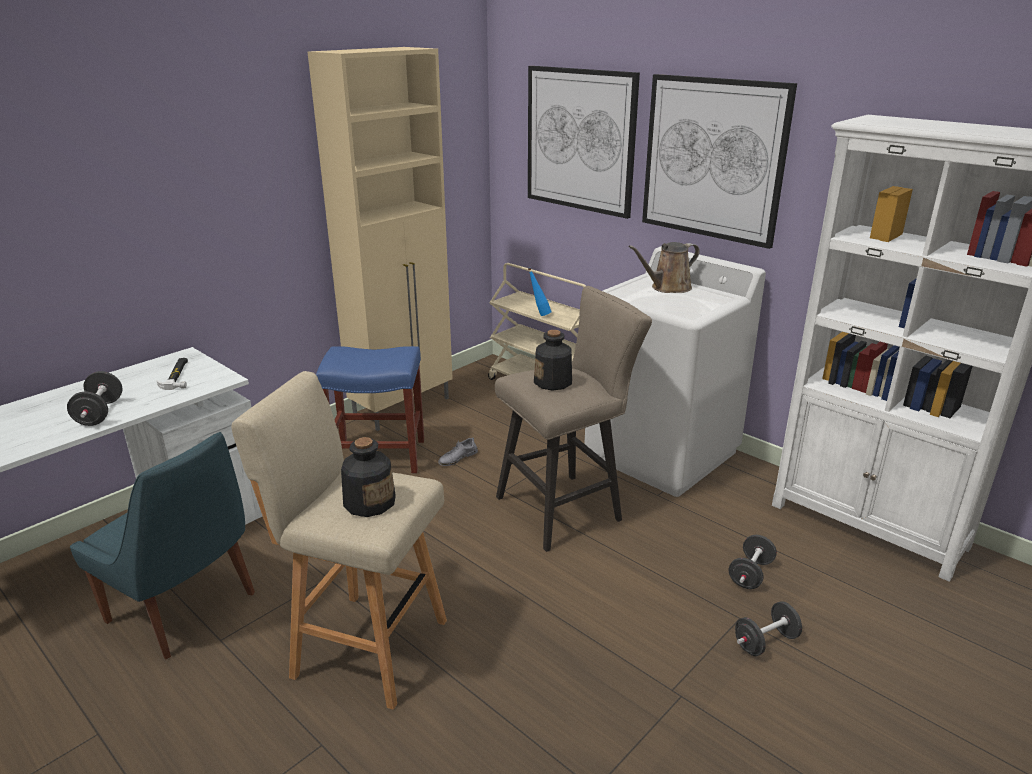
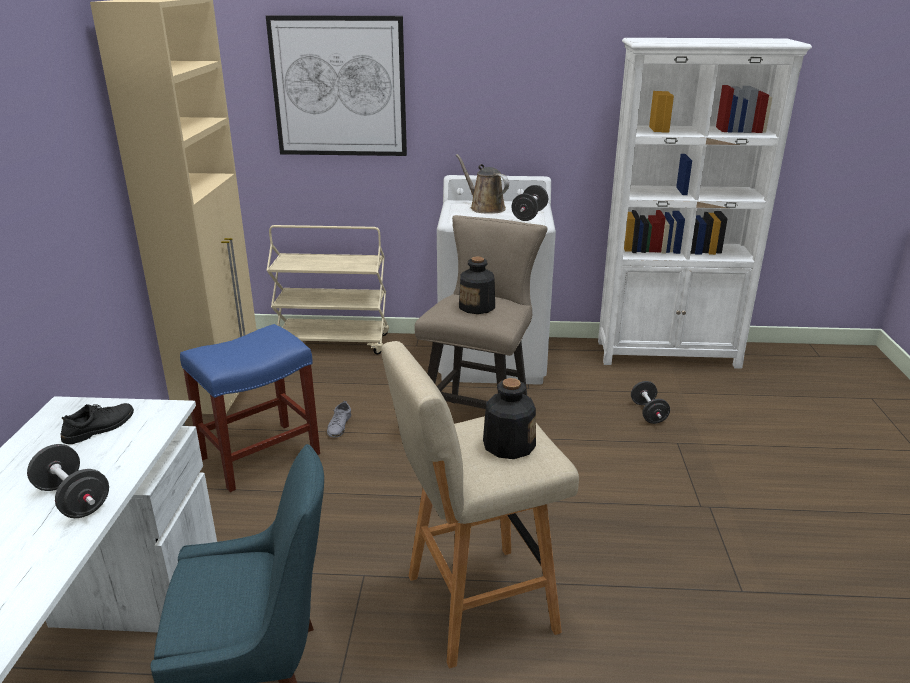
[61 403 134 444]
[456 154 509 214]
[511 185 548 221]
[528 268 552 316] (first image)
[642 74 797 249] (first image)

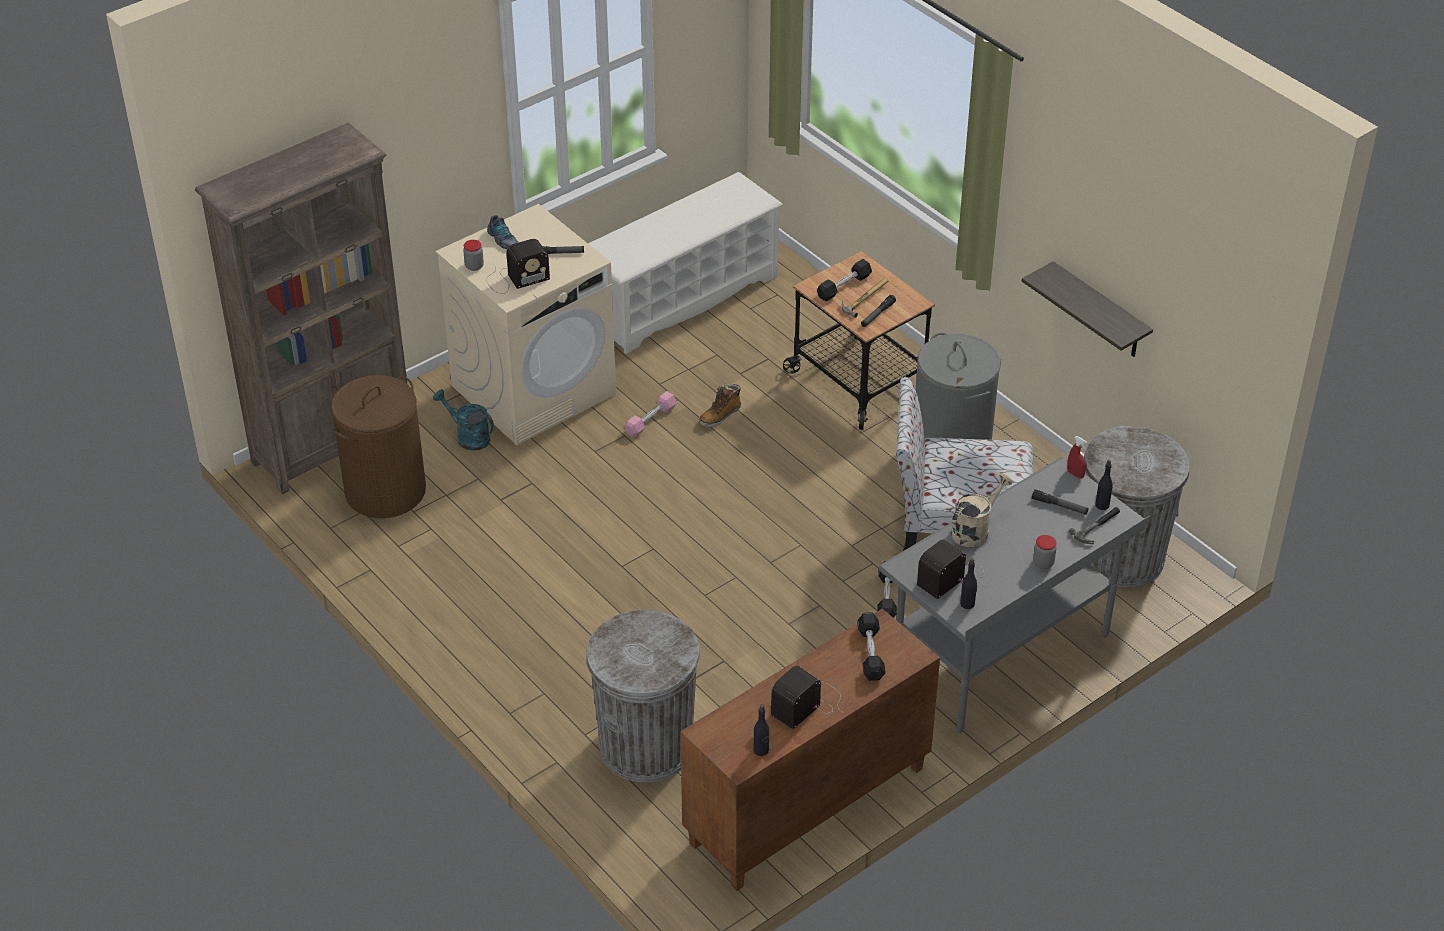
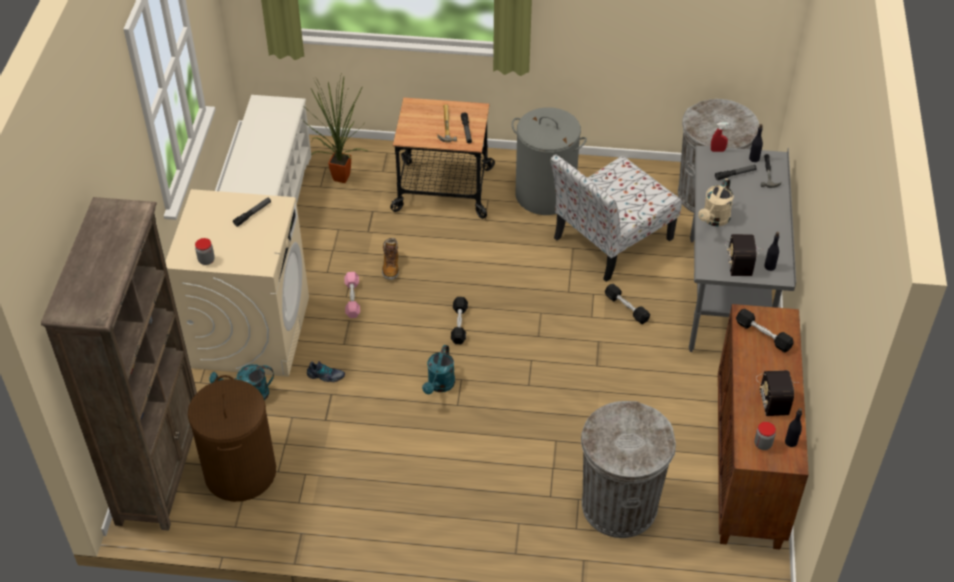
[303 76 368 183]
[307 361 345 382]
[422 345 455 394]
[451 297 468 344]
[698 178 734 226]
[754 422 776 450]
[486 239 550 294] (first image)
[1022 261 1153 357] (first image)

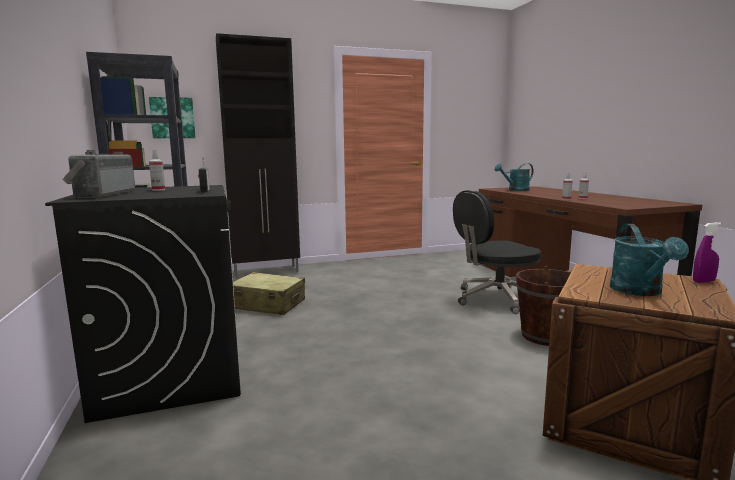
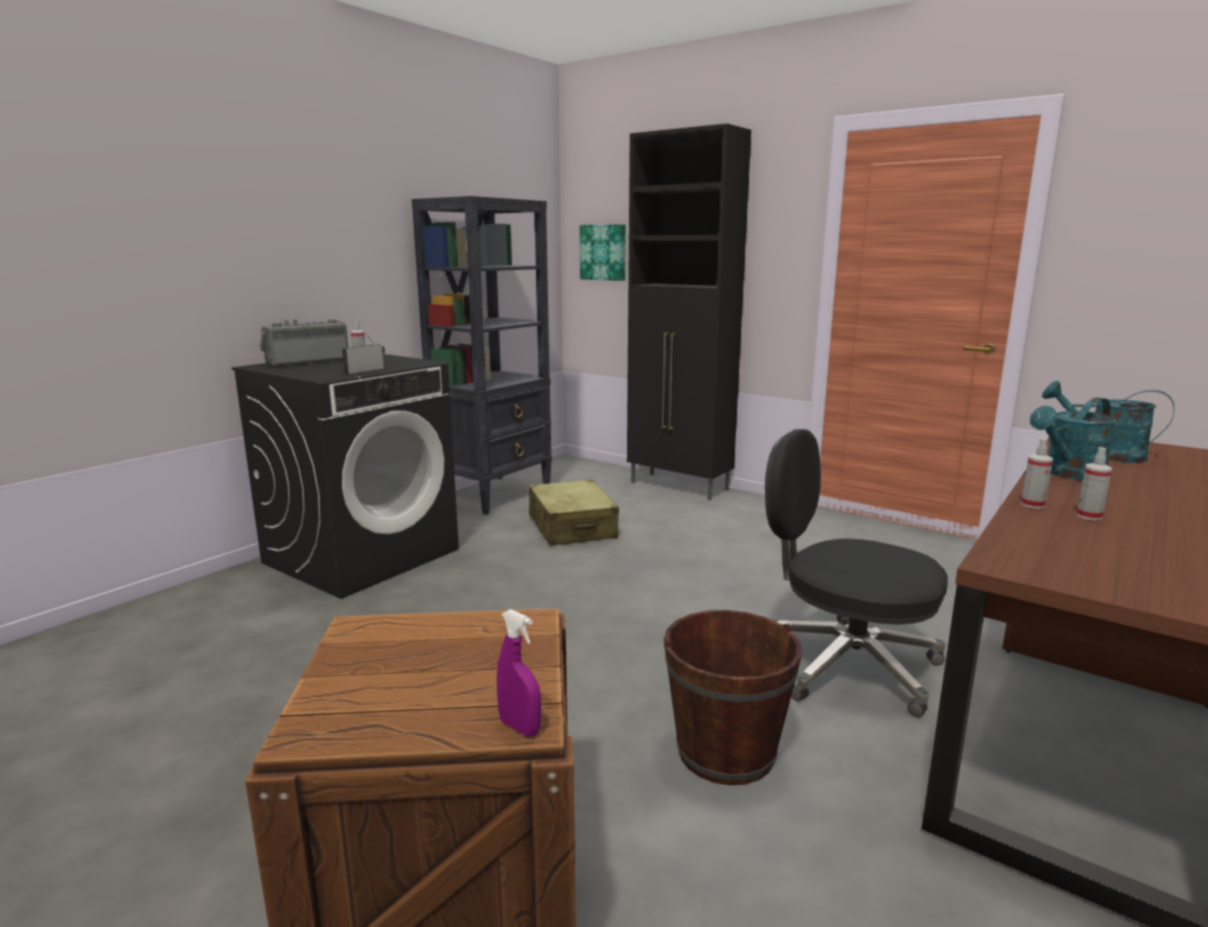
[1030 397 1116 480]

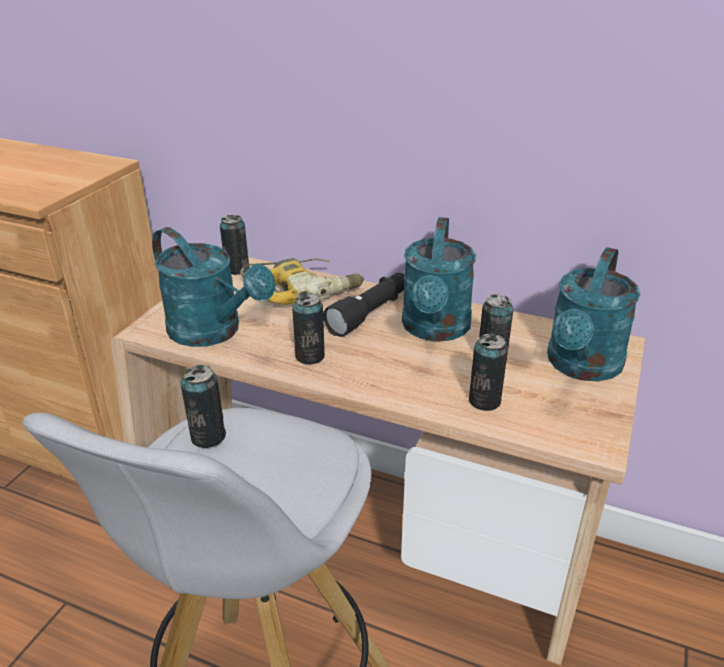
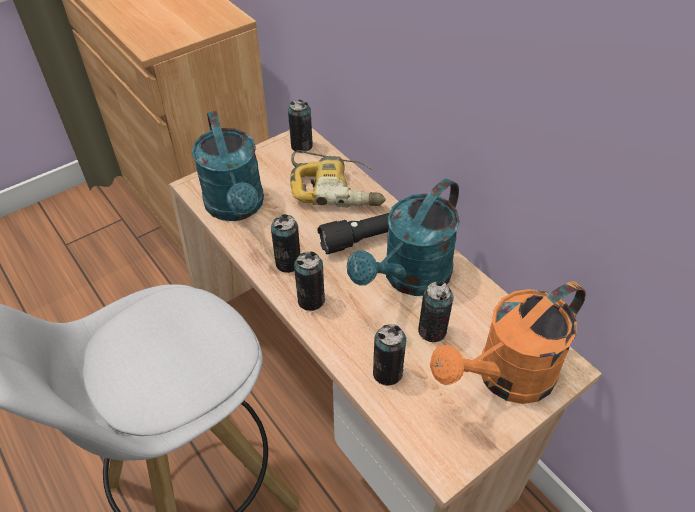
[294 251 325 311]
[430 282 586 404]

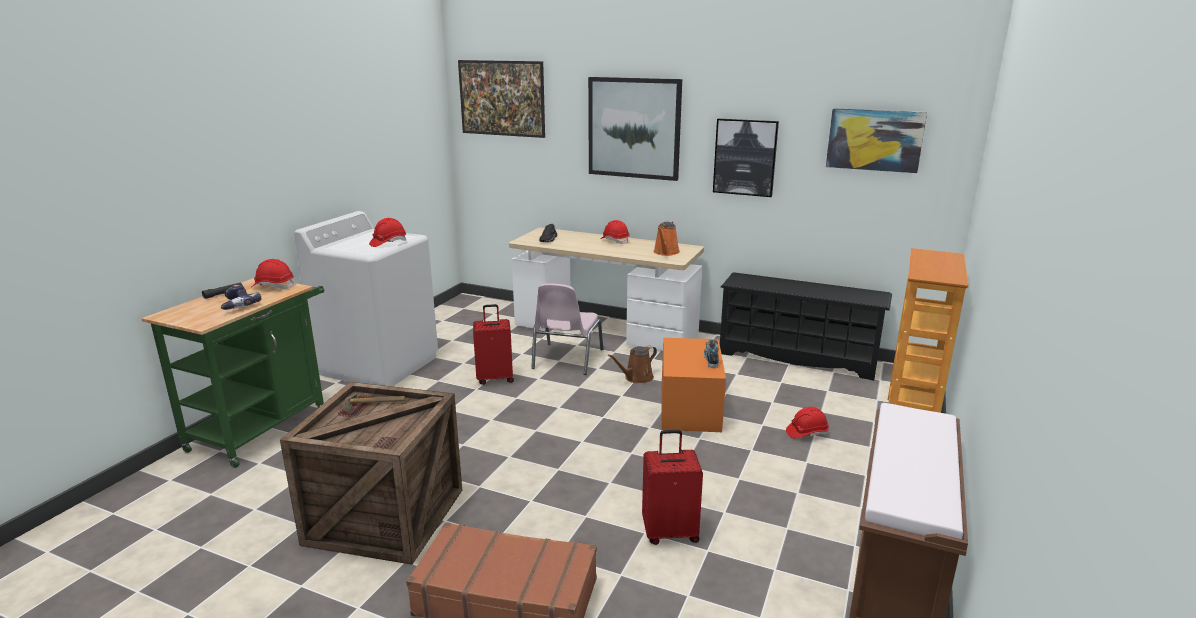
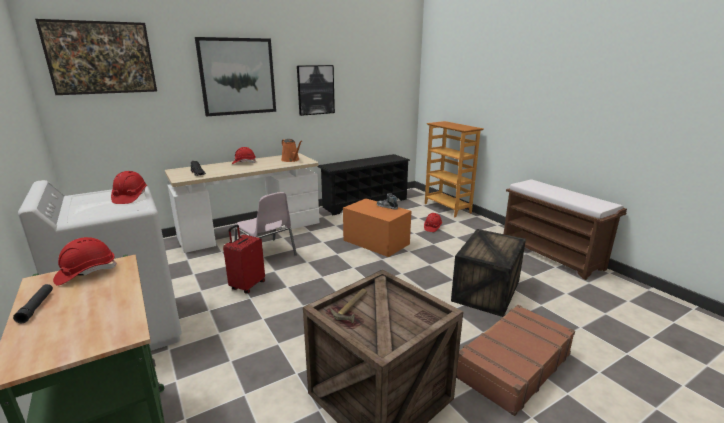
[451 229 526 317]
[221 284 261 310] (first image)
[608 346 657 383] (first image)
[826 108 927 173] (first image)

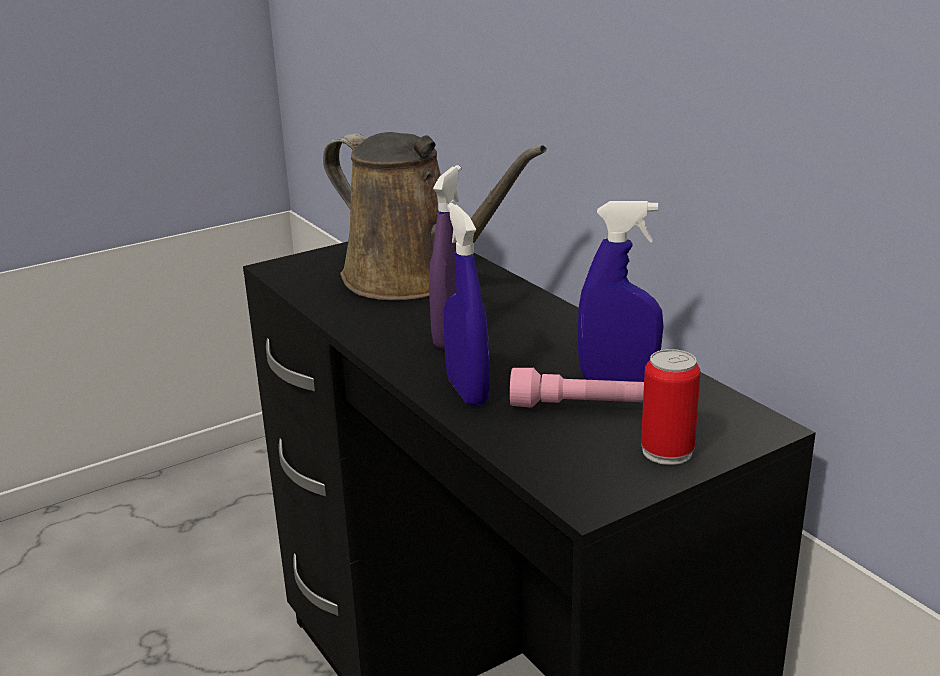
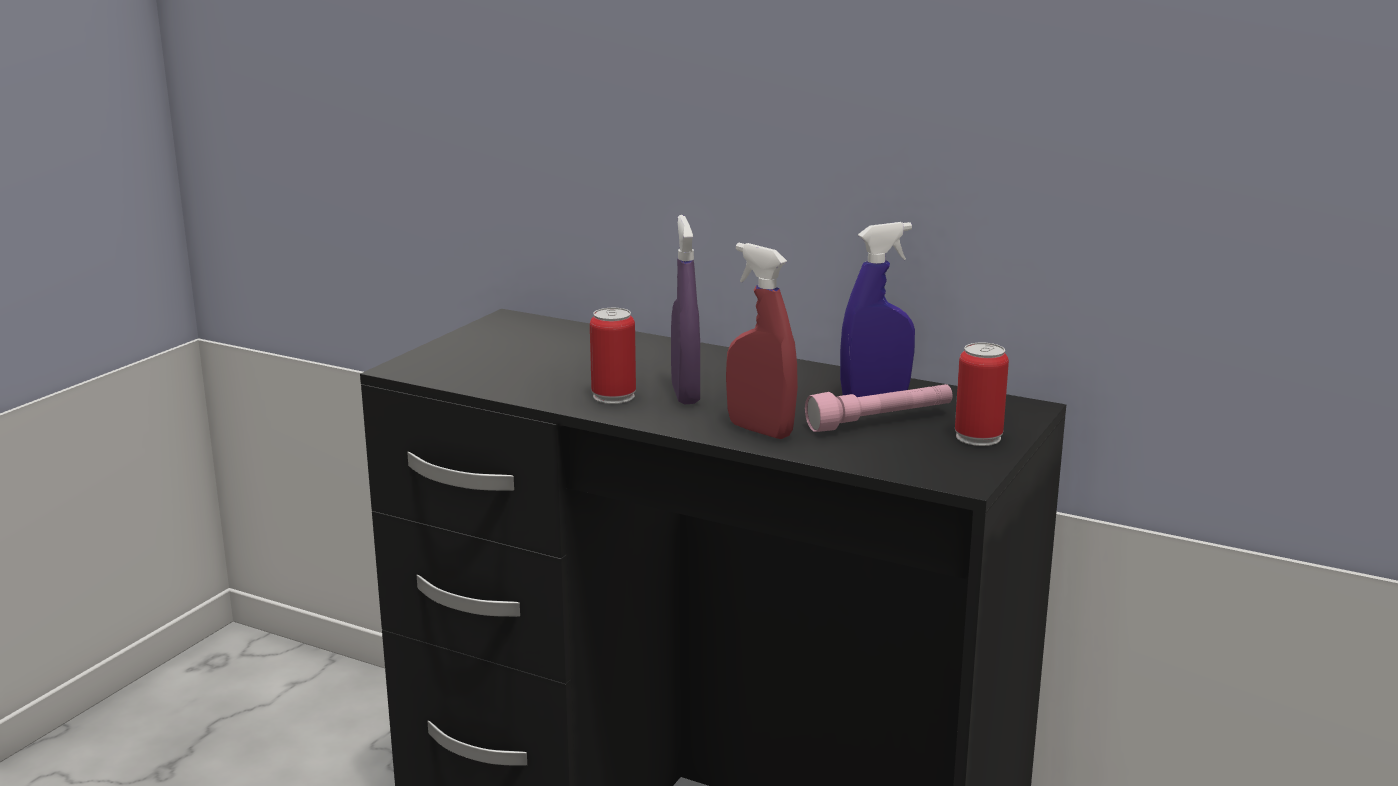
[590 308 636 404]
[726 243 798 439]
[323 132 547 300] (first image)

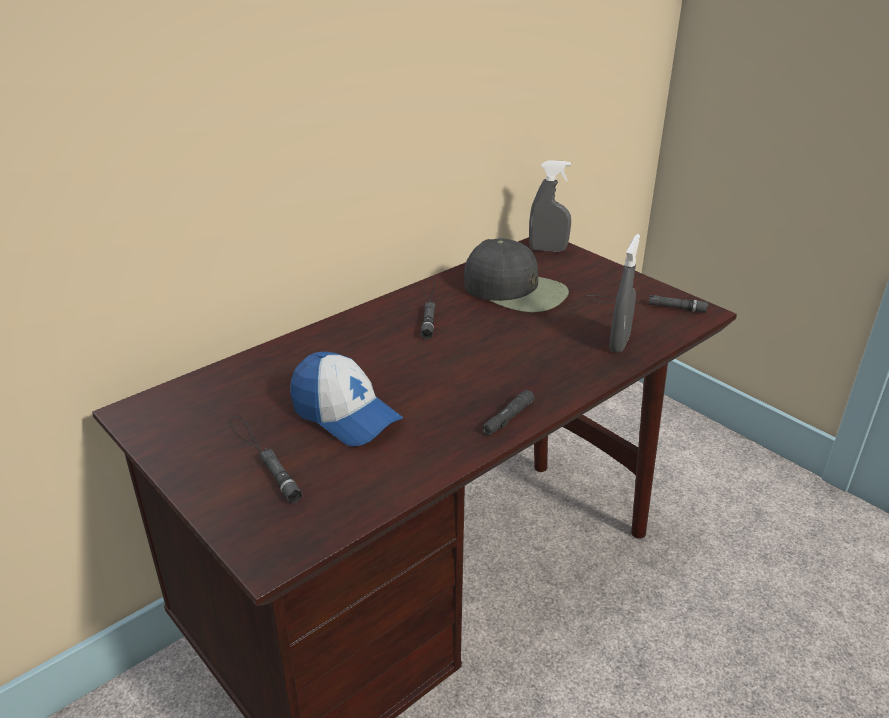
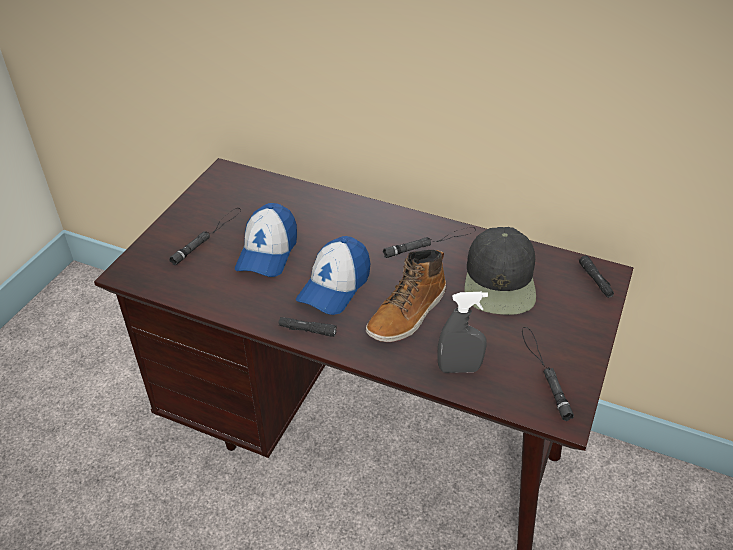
[296 236 370 315]
[366 250 446 342]
[579 255 614 298]

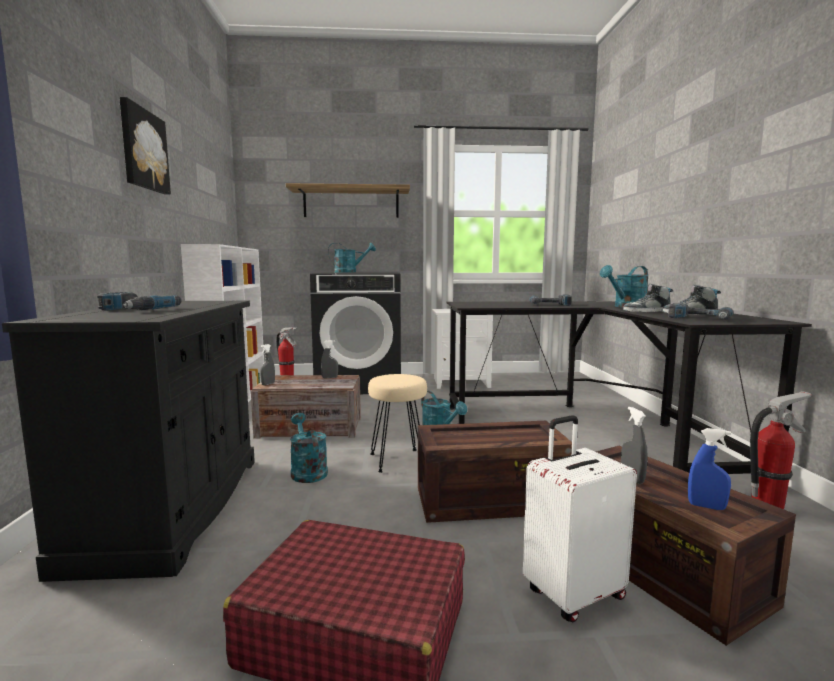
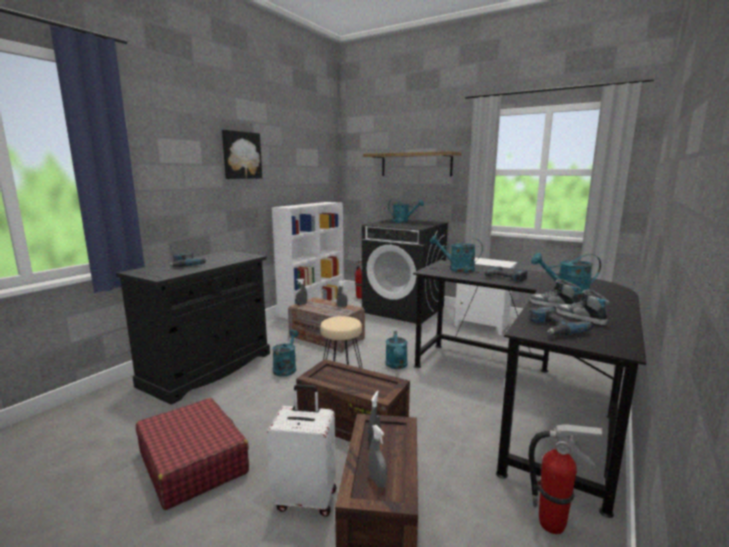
[369 425 387 488]
[430 235 483 273]

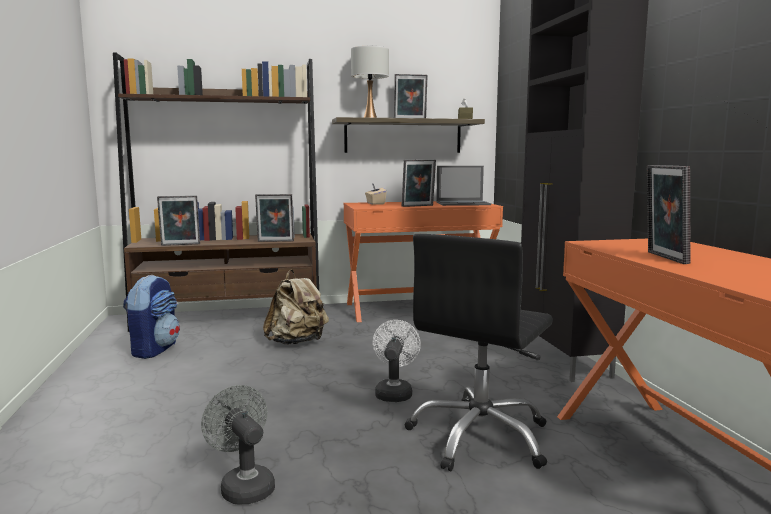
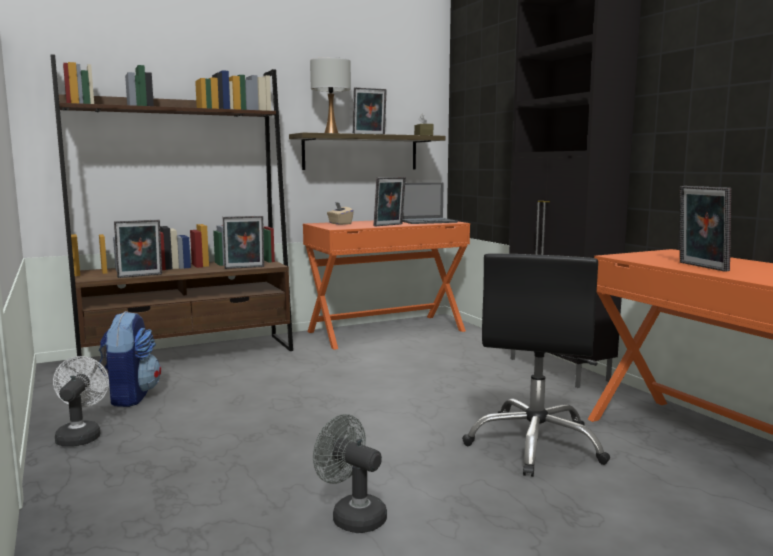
[53 356 109 446]
[263 270 329 345] (first image)

